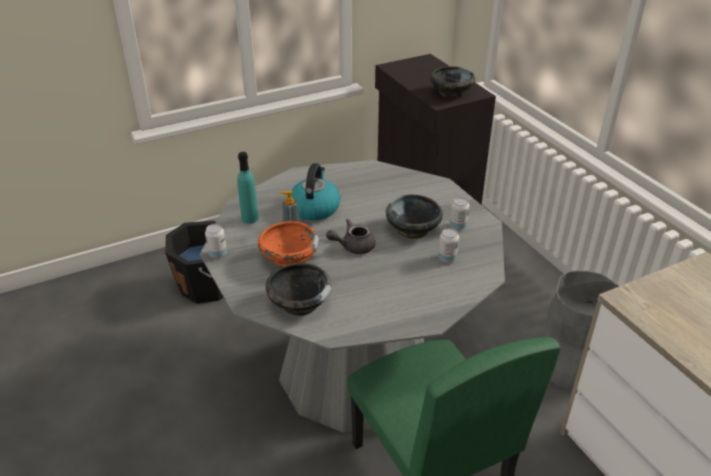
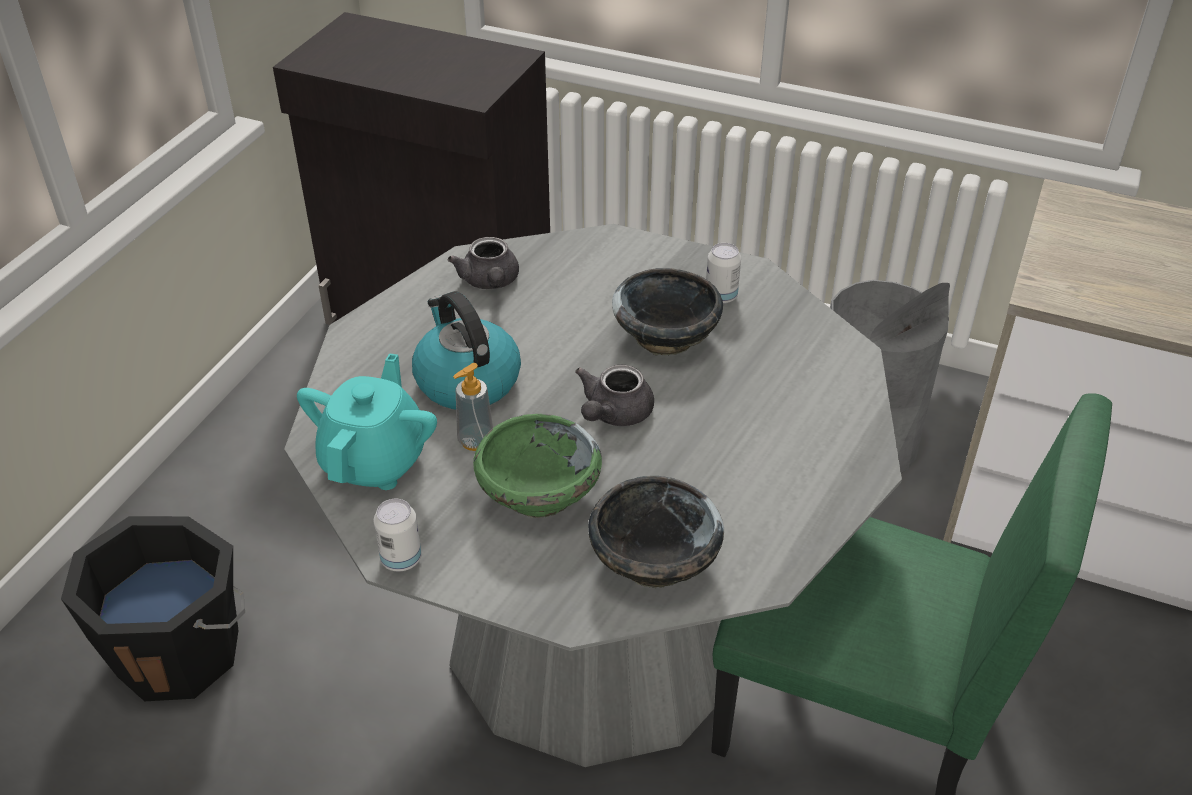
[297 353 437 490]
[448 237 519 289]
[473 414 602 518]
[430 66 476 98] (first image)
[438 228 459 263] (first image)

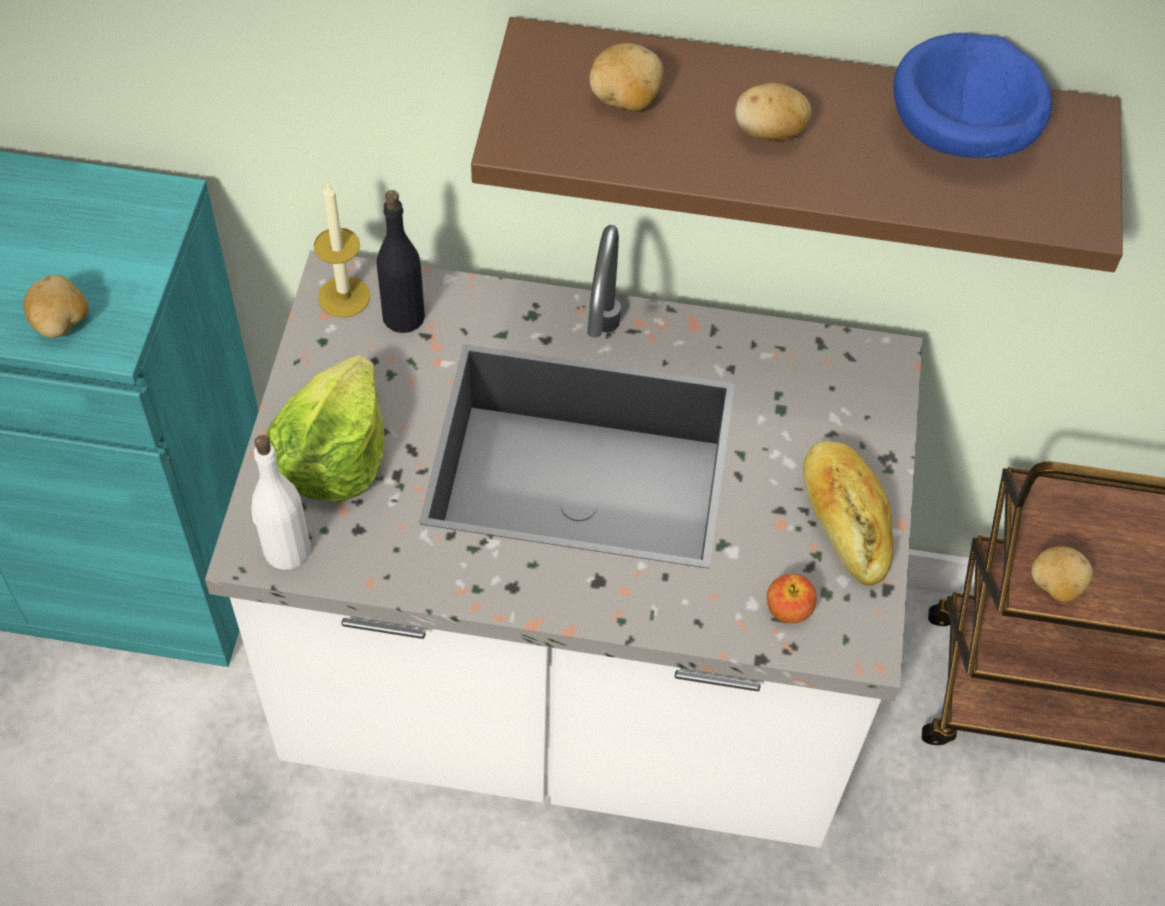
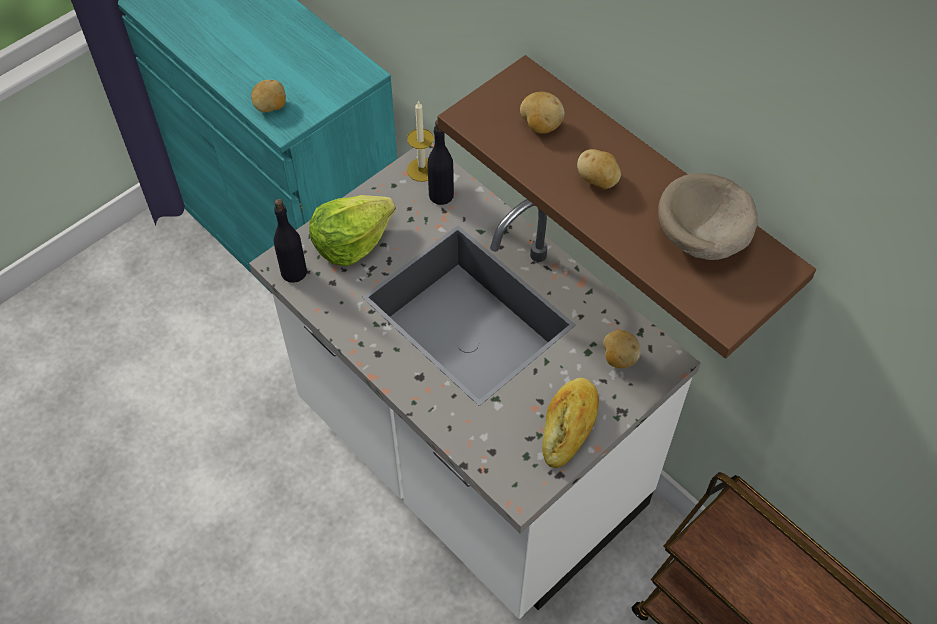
[274 199 307 283]
[603 330 640 368]
[658 173 758 260]
[767 574 817 623] (first image)

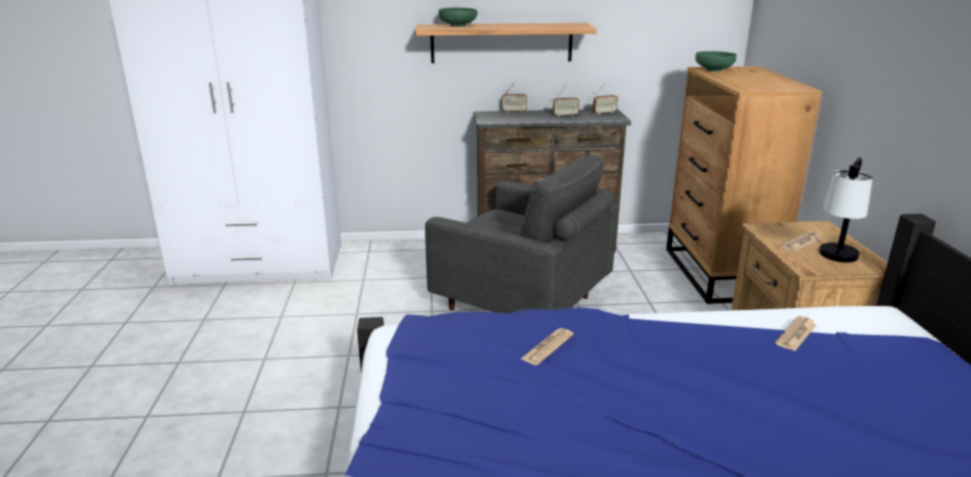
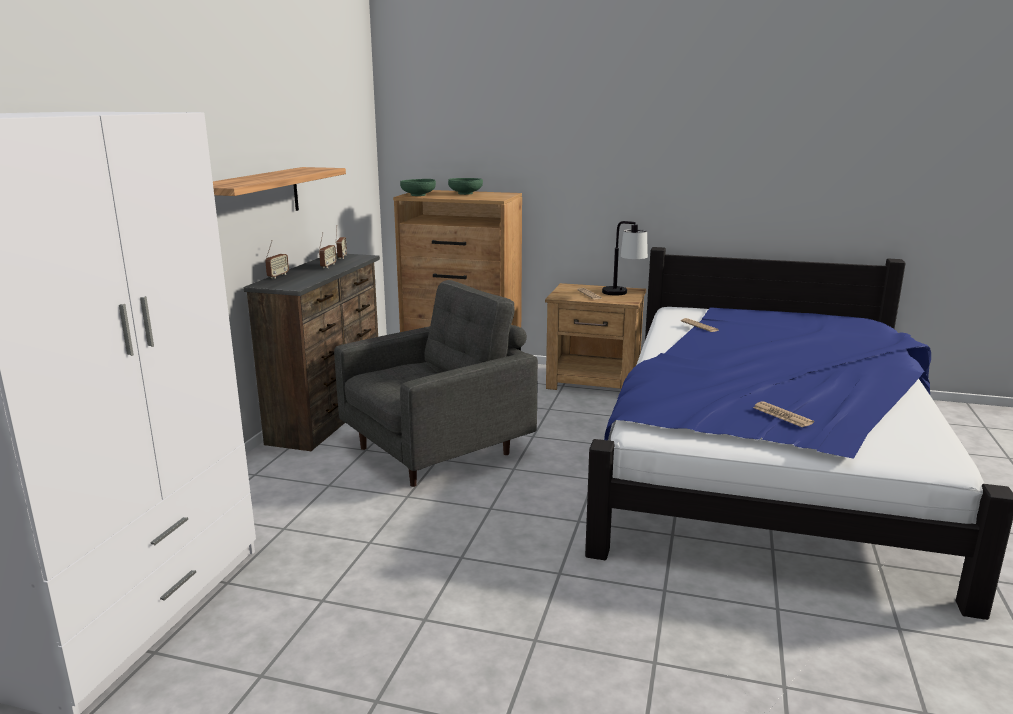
[448 178 483 195]
[753 401 814 427]

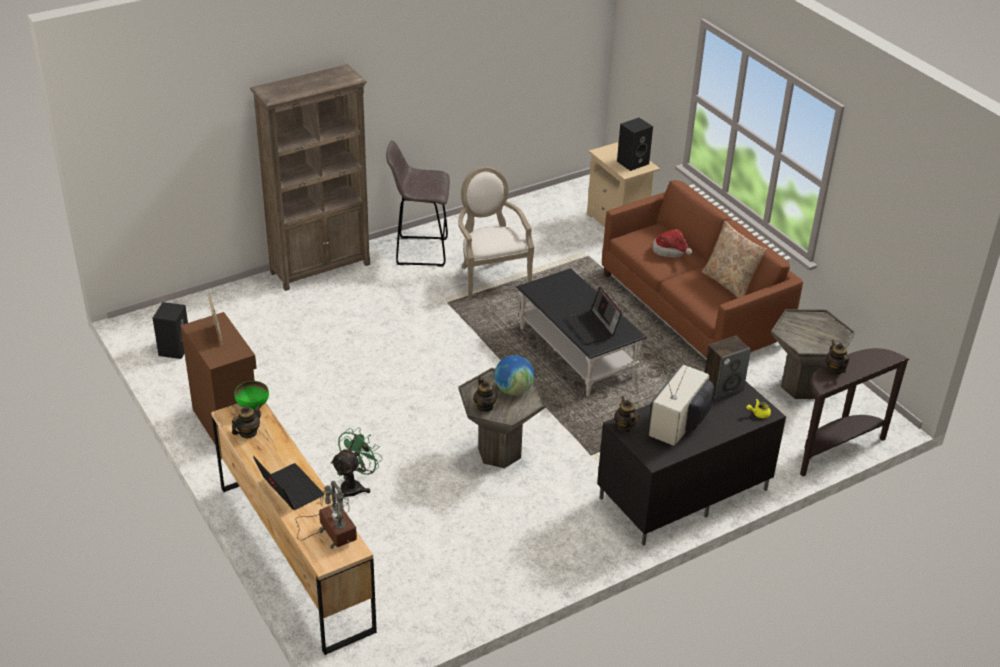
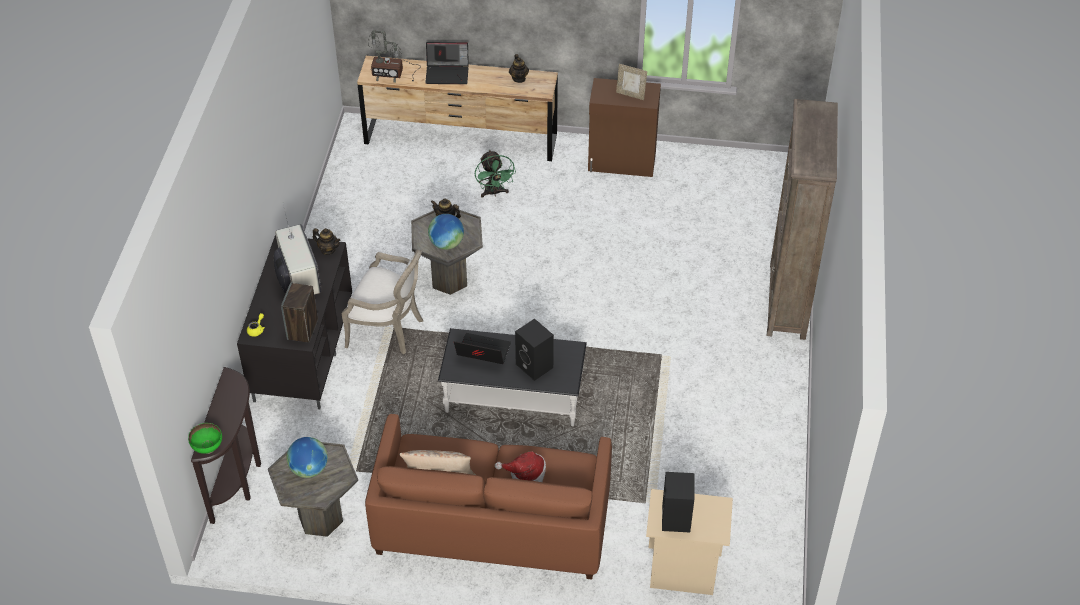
[188 423 222 454]
[286 437 328 478]
[342 249 423 355]
[515 319 554 381]
[386 140 450 266] (first image)
[825 340 850 375] (first image)

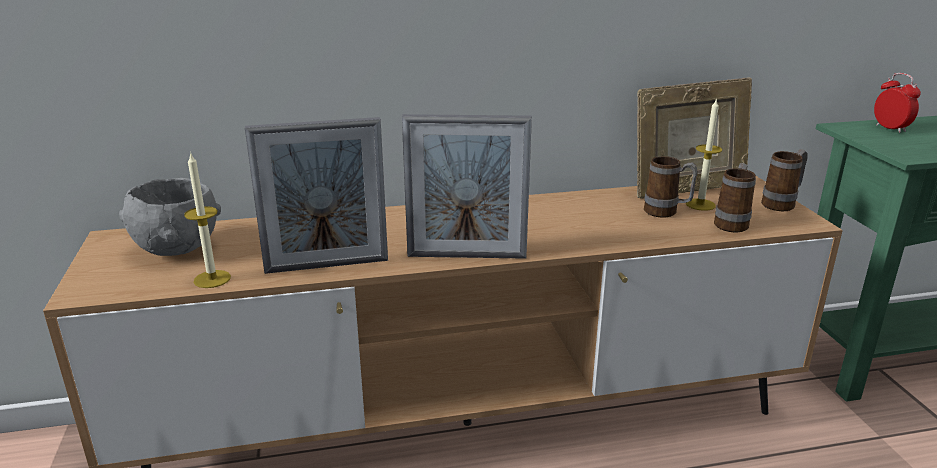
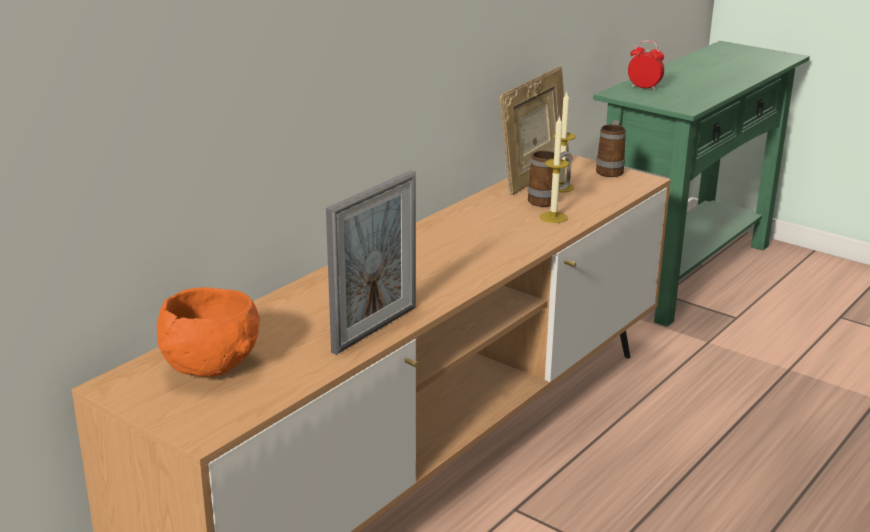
[157 287 260 377]
[539 116 569 223]
[402 114 532 259] (first image)
[714 163 756 232] (first image)

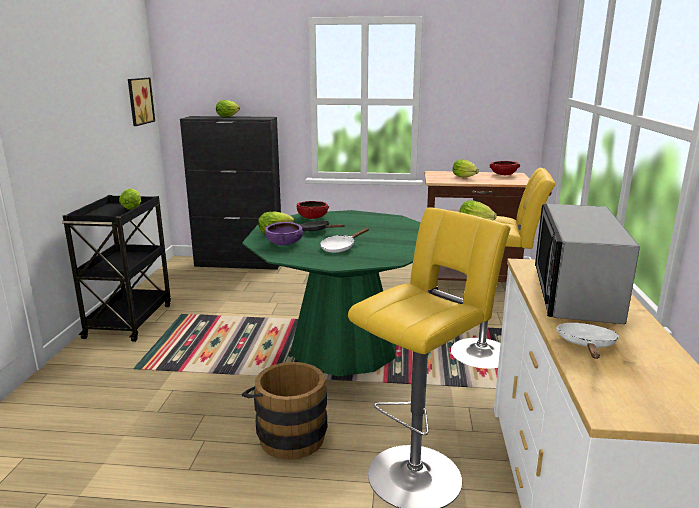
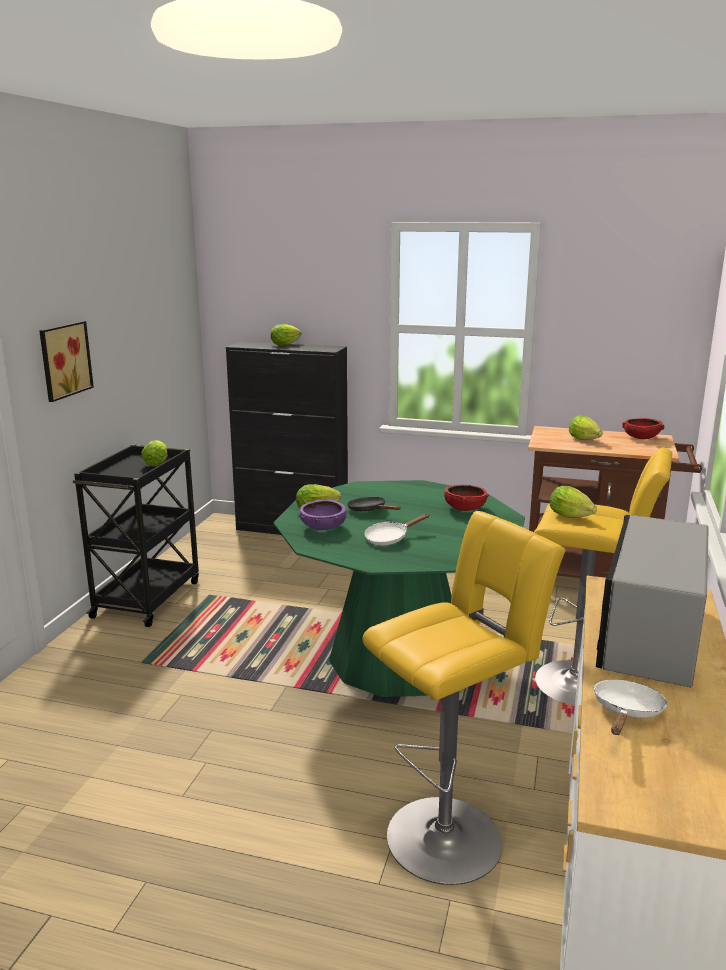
[39 321 94 402]
[444 485 489 511]
[242 362 327 460] (first image)

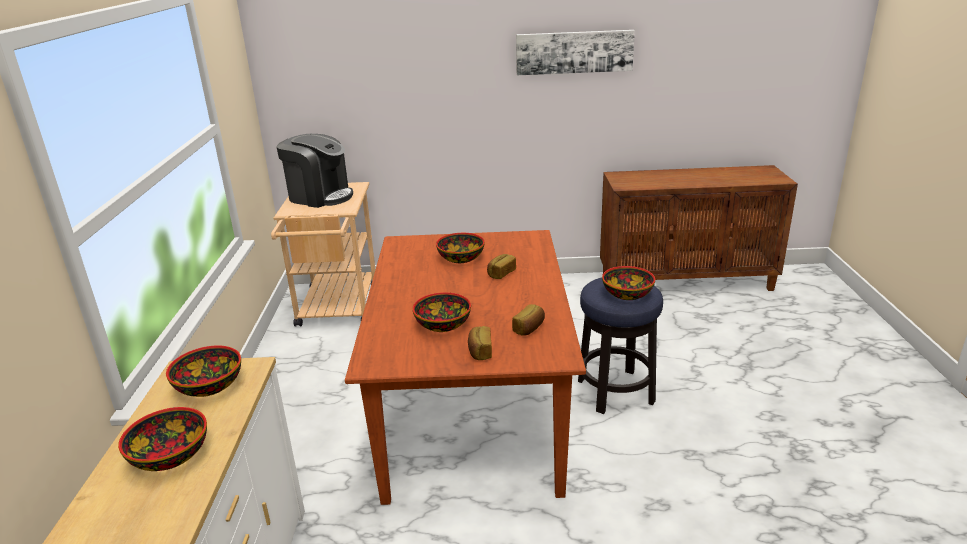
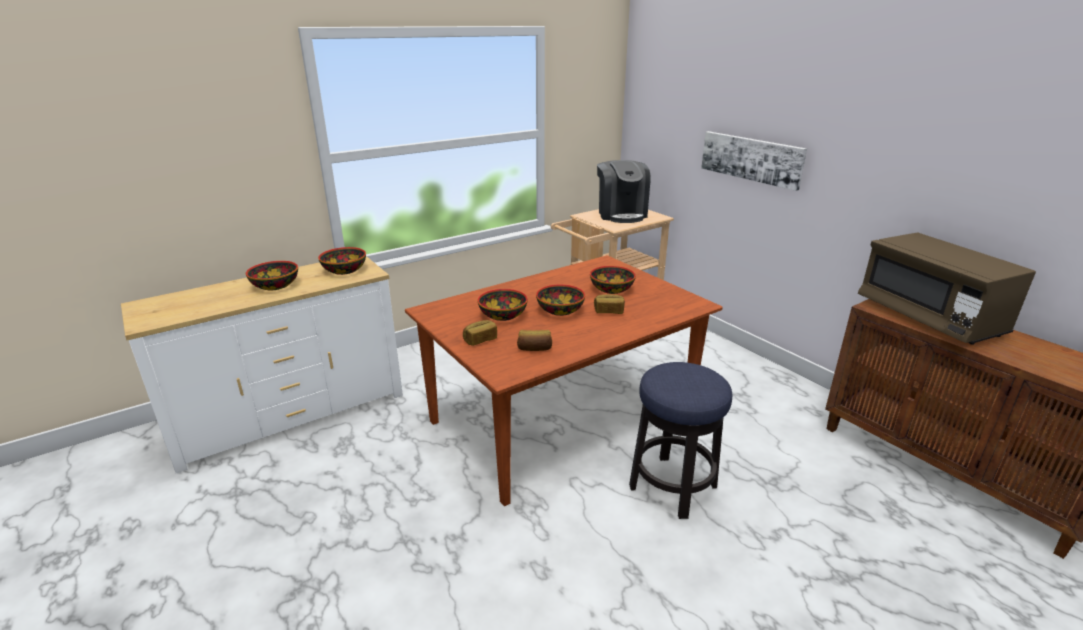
[536 284 585 316]
[701 131 807 191]
[858 232 1036 345]

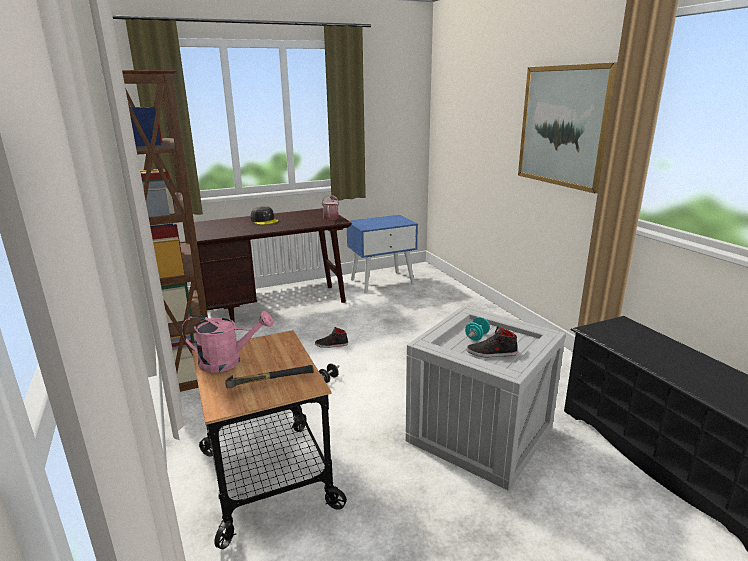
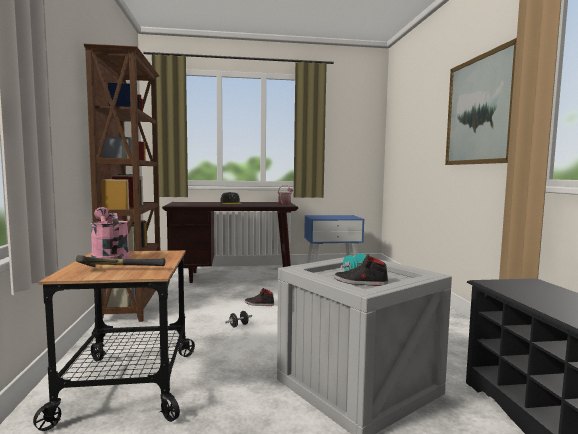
[91 207 130 259]

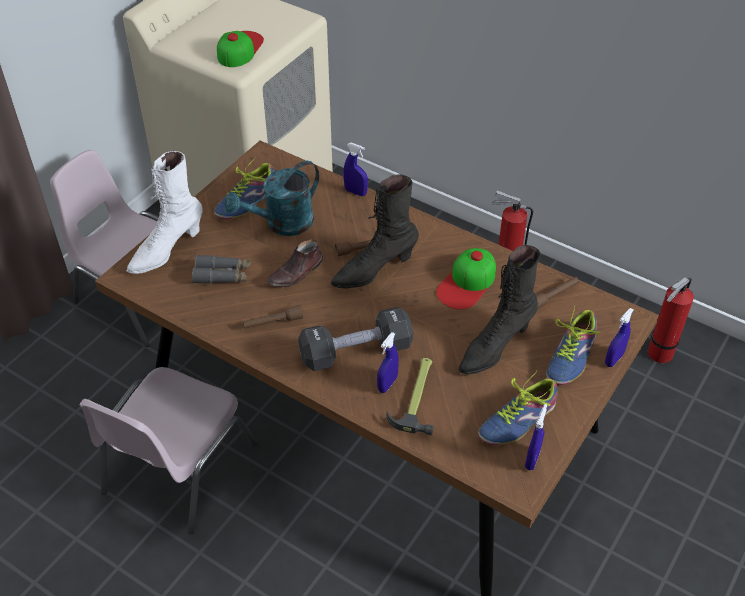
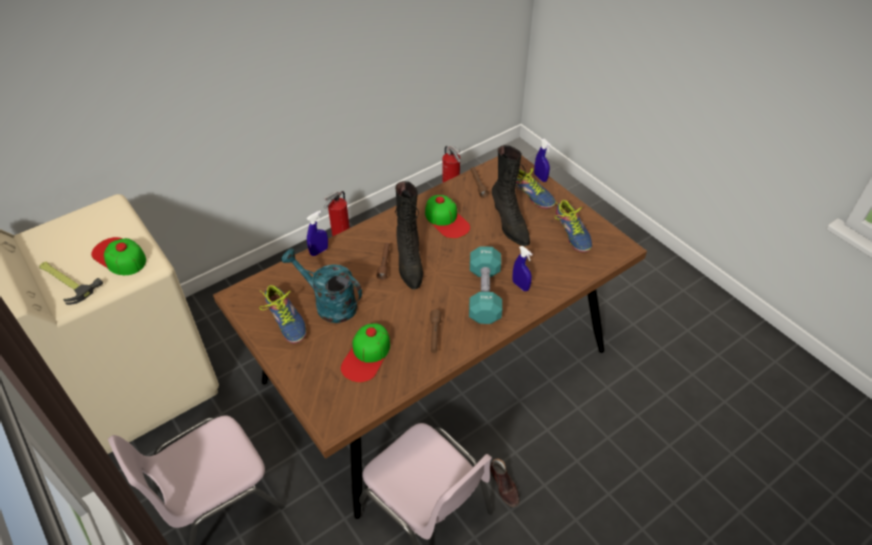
[39 262 103 305]
[281 248 362 323]
[341 323 390 383]
[469 246 502 324]
[490 458 520 507]
[126 151 203 274] (first image)
[525 404 547 470] (first image)

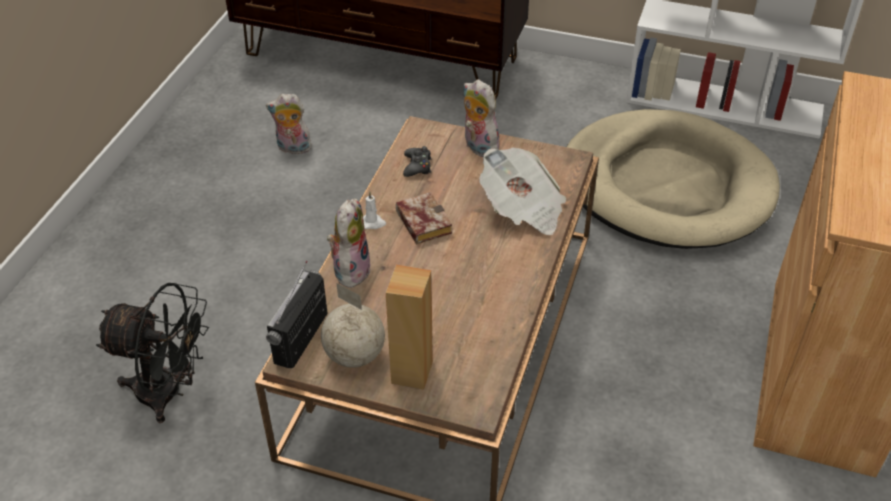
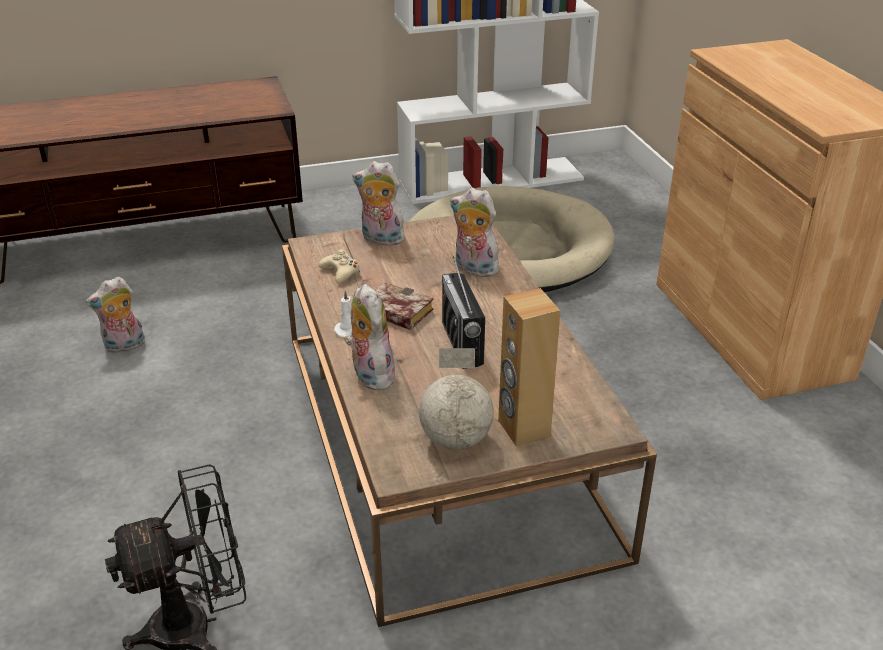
[318 249 360 284]
[442 256 485 369]
[450 188 501 277]

